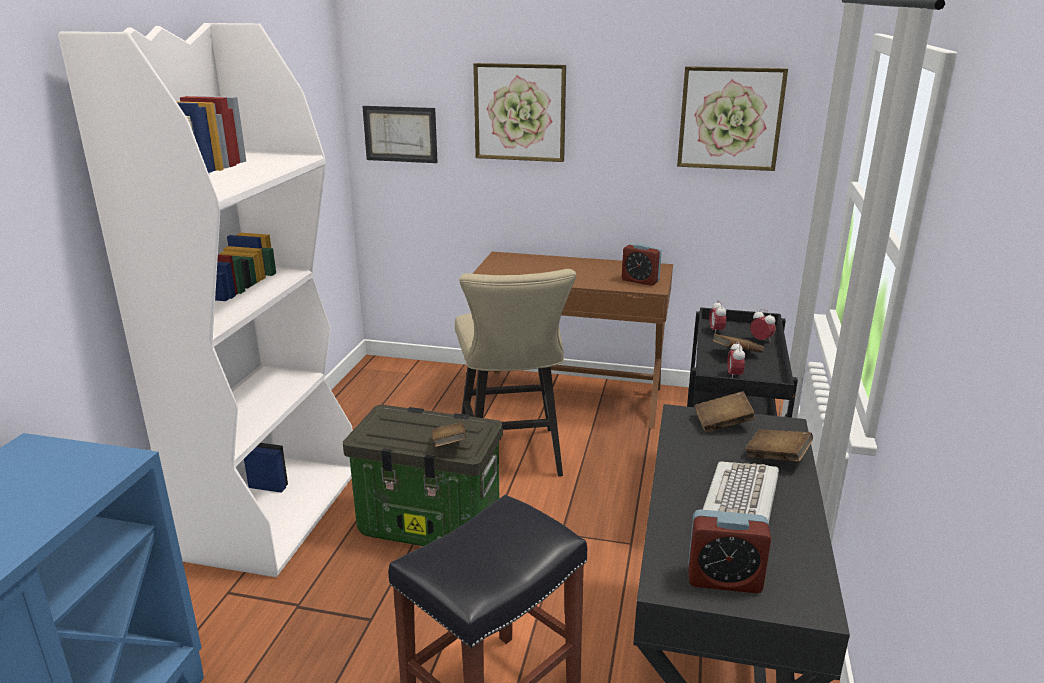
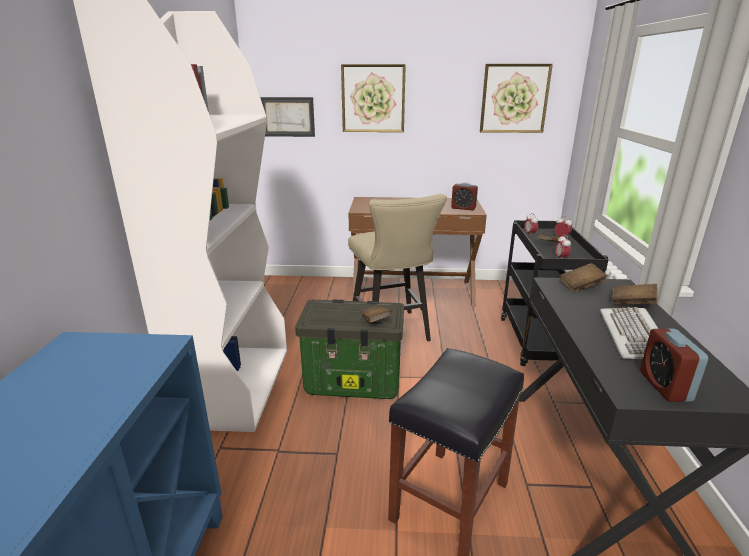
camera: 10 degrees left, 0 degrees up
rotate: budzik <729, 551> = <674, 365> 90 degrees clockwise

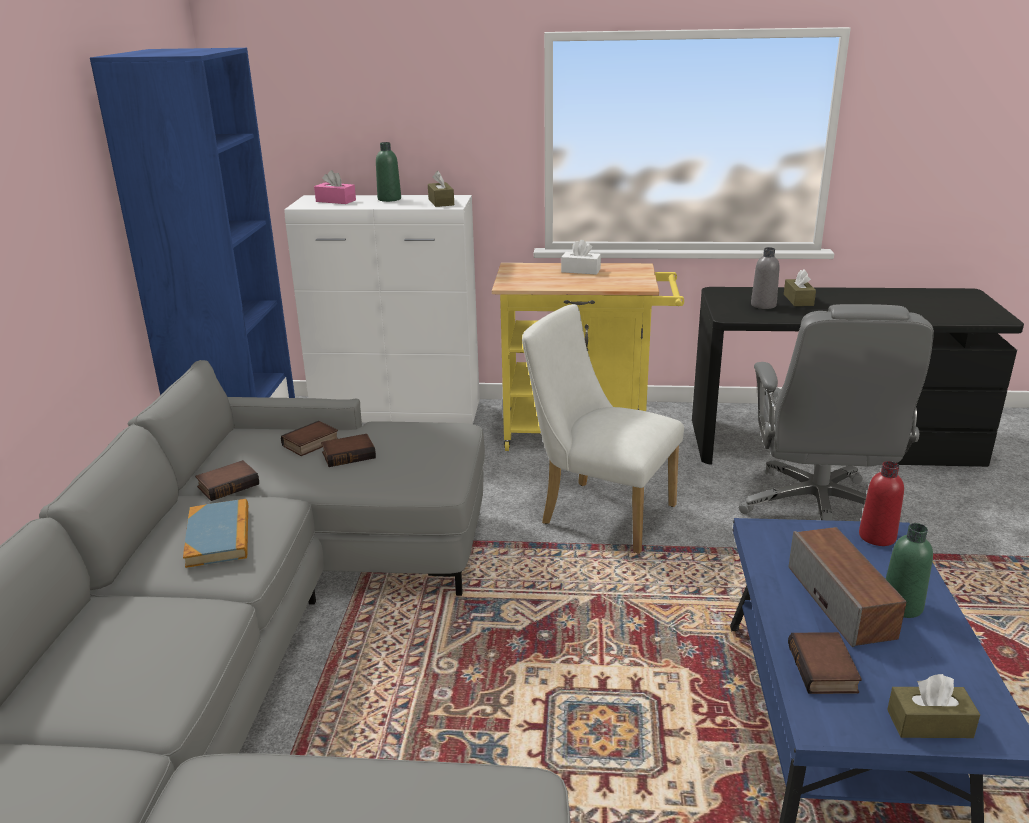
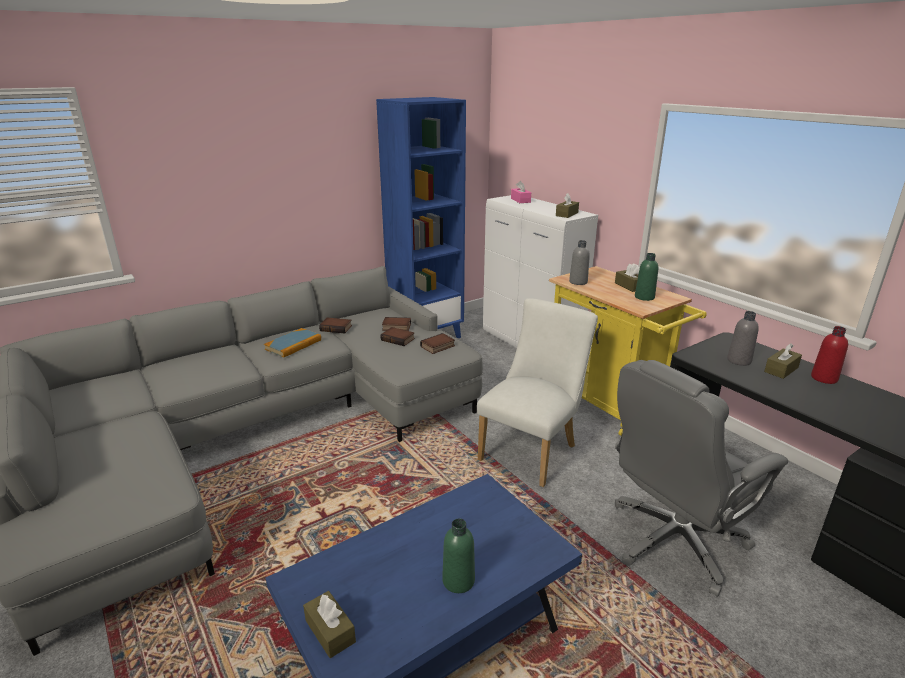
camera: 50 degrees right, 0 degrees up
delete: głośnik <847, 587>
insert: butelka/szary <579, 262>
move: butelka/zielony <388, 172> to <646, 277>; książka <825, 663> to <437, 343>; butelka/czerwony <881, 503> to <829, 355>
recolor: pudełko chusteczek/biały <581, 257> to pudełko chusteczek/brązowy <627, 277>
rotate: krzesło/biały <603, 429> = <537, 392> 45 degrees clockwise

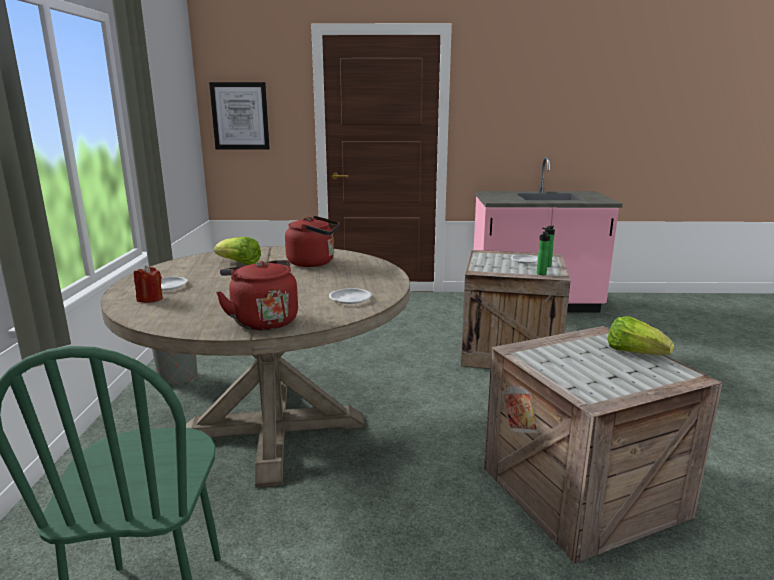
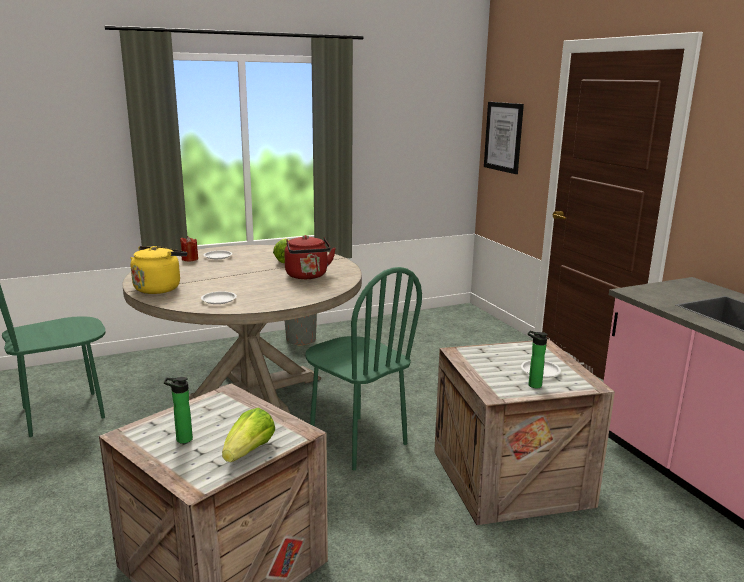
camera: 65 degrees right, 0 degrees up
insert: krzesło/zielony <363, 368>
move: butelka <543, 253> to <178, 410>
recolor: czajnik/czerwony <257, 295> to czajnik/żółty <159, 270>

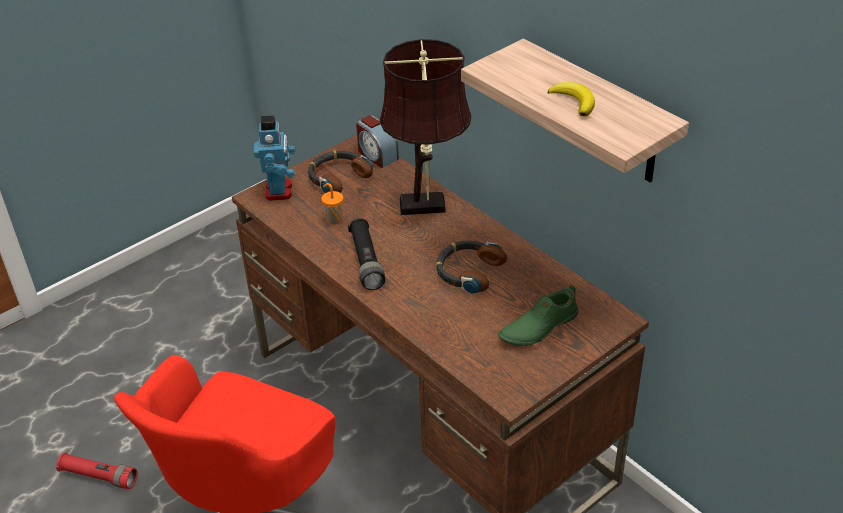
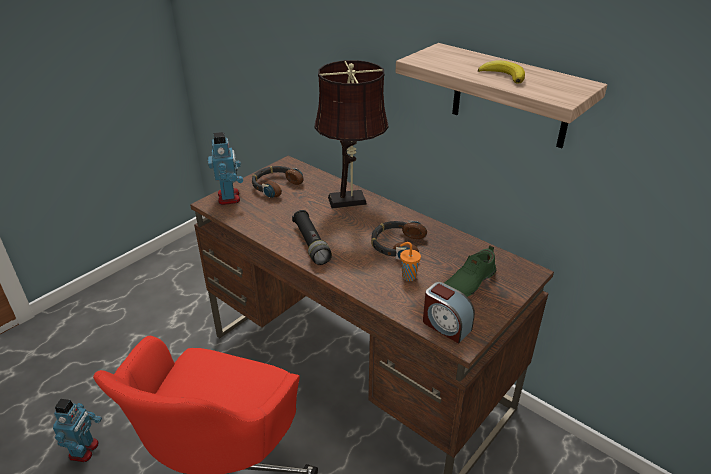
camera: 10 degrees left, 5 degrees down
move: filiżanka/pomarańczowy <332, 204> to <410, 261>; budzik <377, 141> to <449, 312>
replace: latarka/czerwony <96, 470> to robot zabawkowy <77, 430>

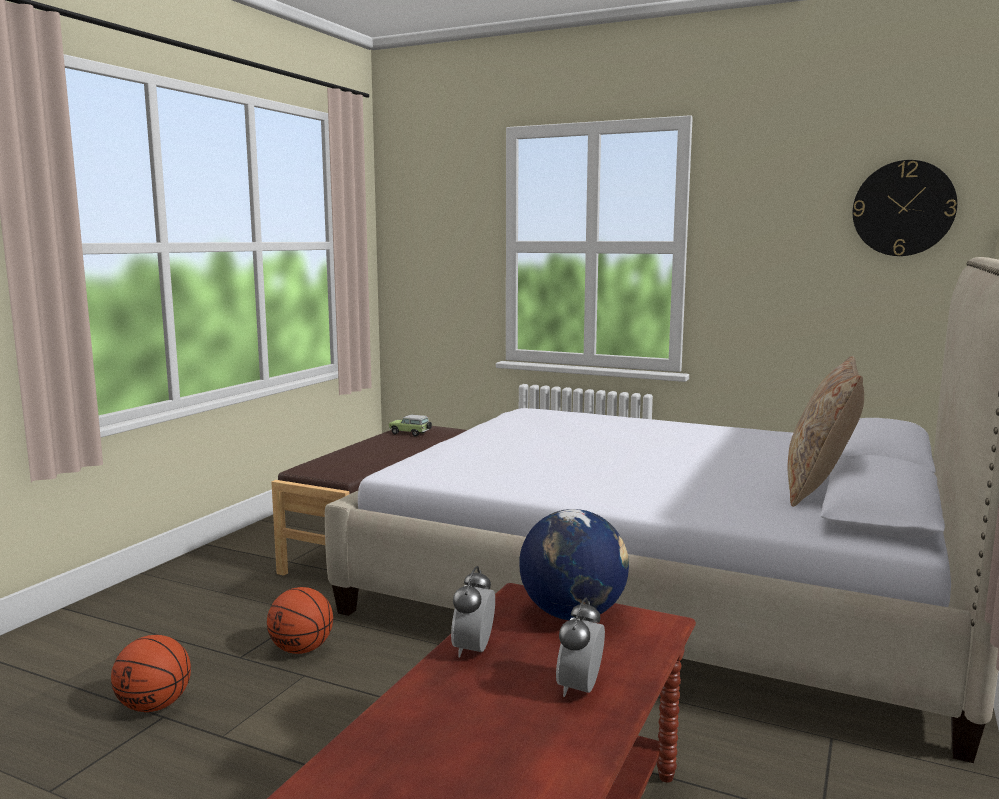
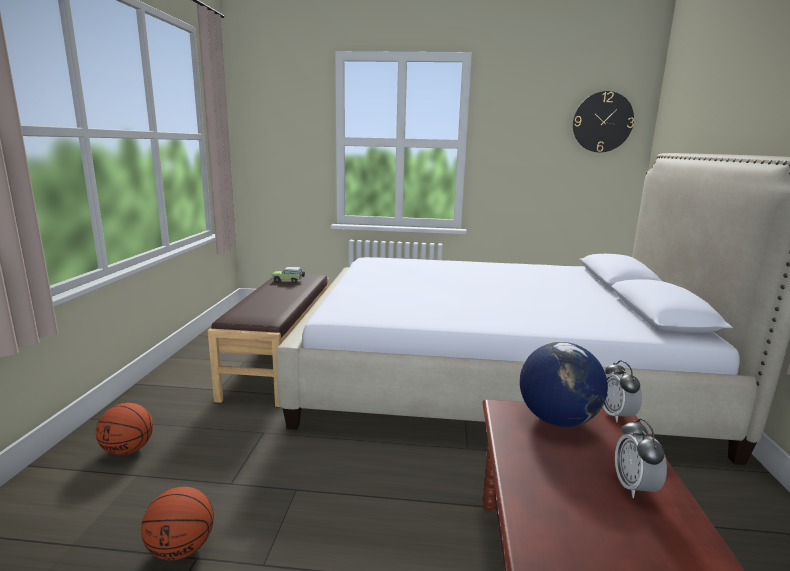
camera: 20 degrees left, 5 degrees up
delete: poduszka/beżowy <826, 431>
move: piłka do koszykówki <300, 620> to <124, 429>; budzik <473, 612> to <622, 391>

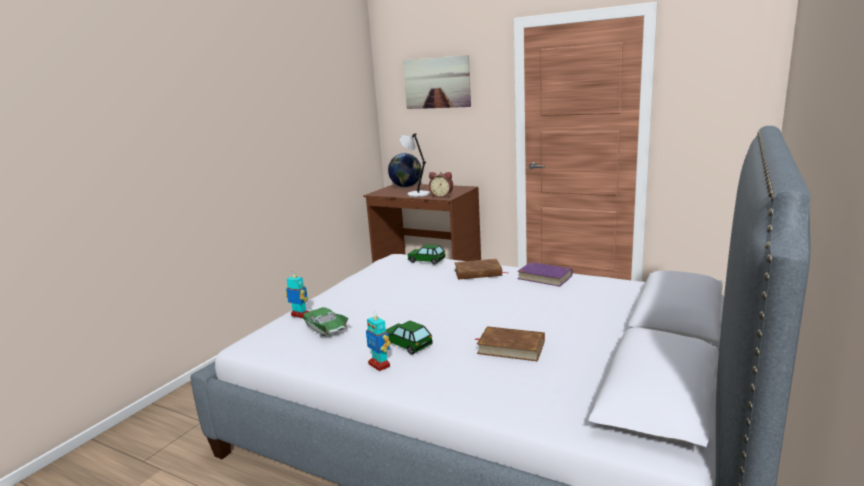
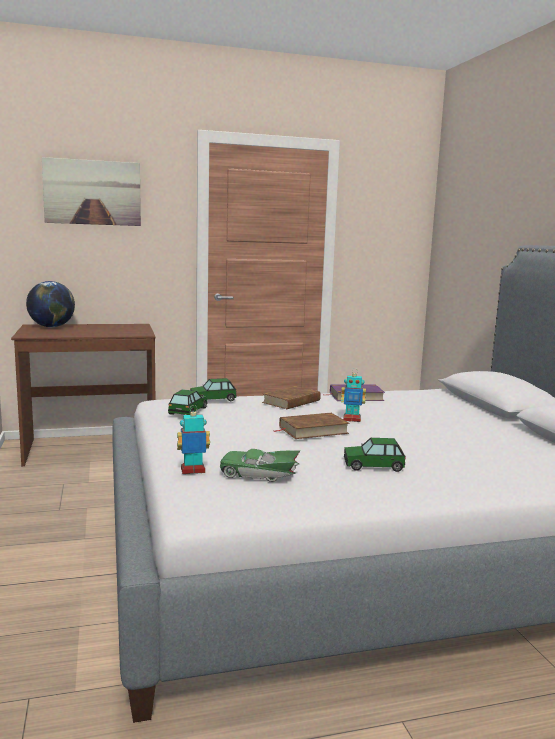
camera: 45 degrees left, 5 degrees down
delete: lampa stołowa/szary <415, 165>; budzik <441, 185>
insert: samochodzik <188, 402>
move: robot zabawkowy <378, 341> to <353, 395>; książka/brązowy <510, 343> to <311, 426>

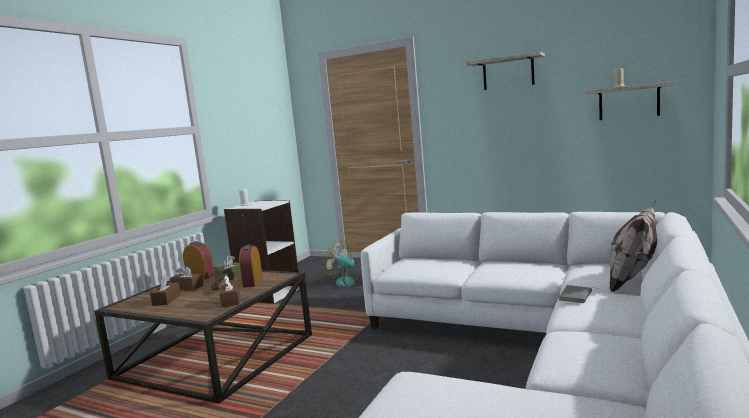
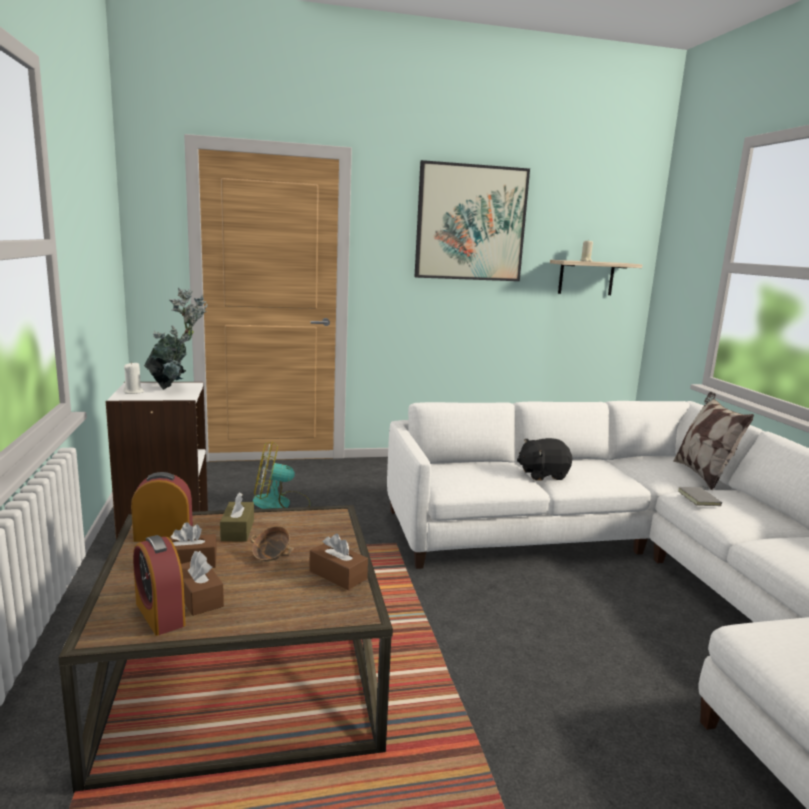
camera: 40 degrees left, 5 degrees up
insert: roślina doniczkowa <176, 339>; pluszak/czarny <544, 459>
move: budzik <251, 266> to <159, 585>
replace: półka <505, 70> to obraz <472, 220>

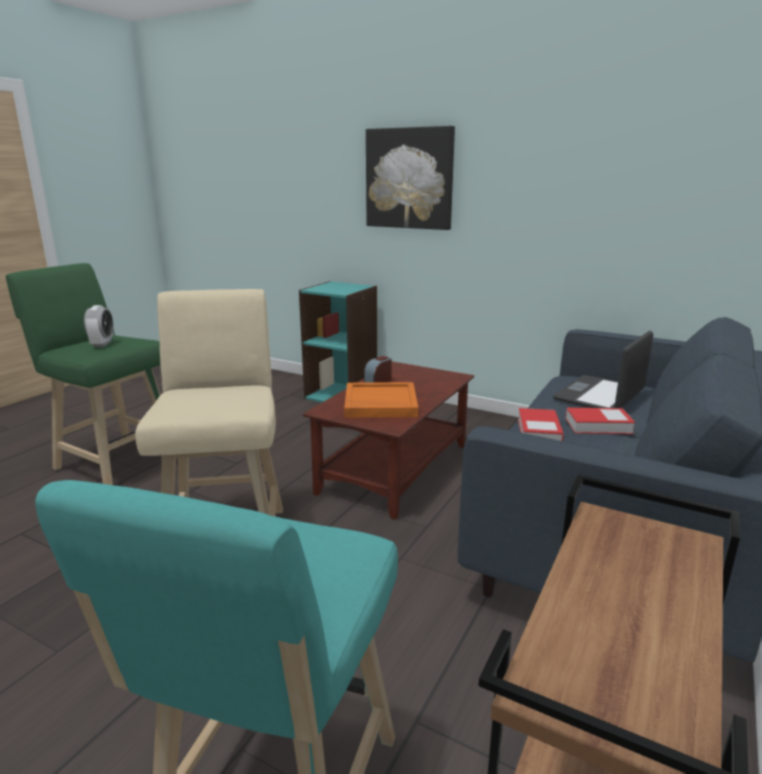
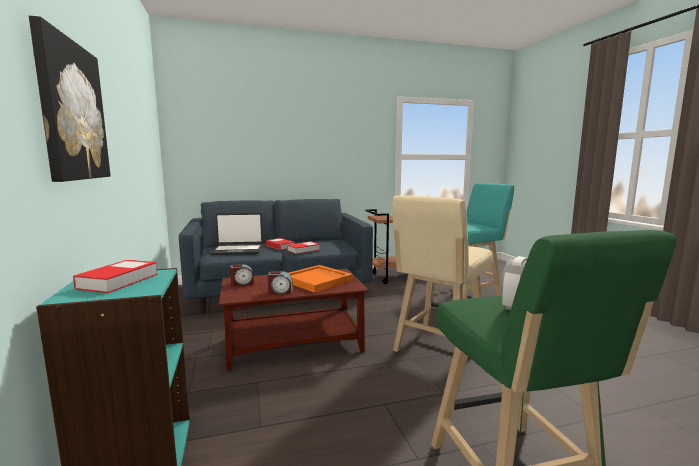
camera: 135 degrees left, 10 degrees down
insert: książka <115, 276>; budzik <242, 275>

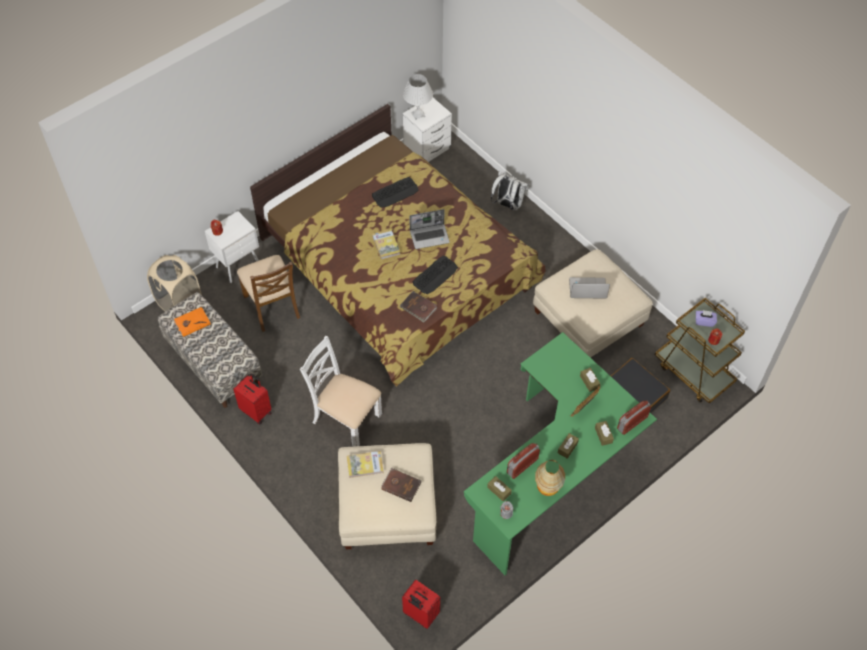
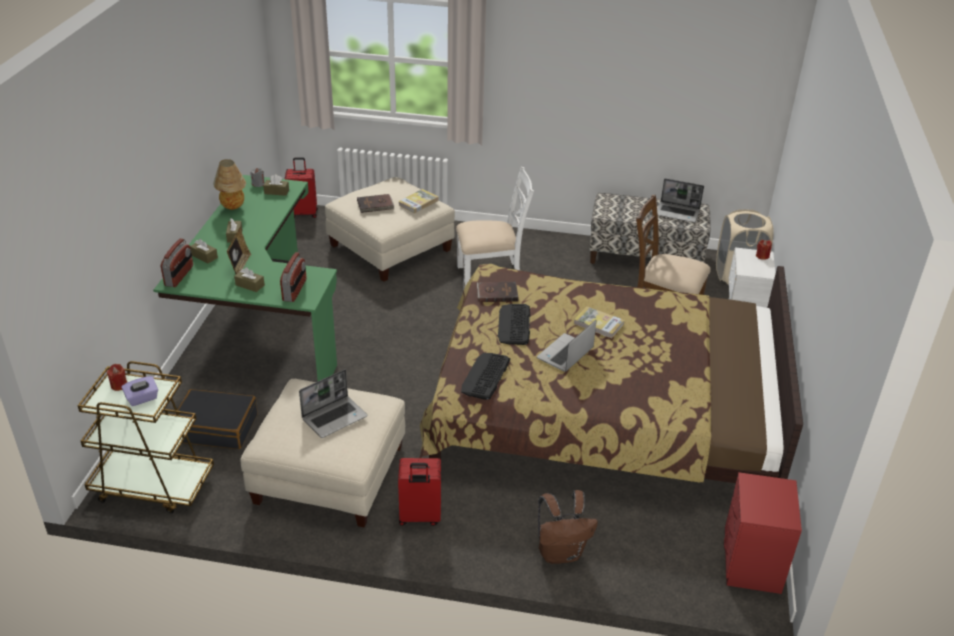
camera: 140 degrees right, 20 degrees down
delete: lampa stołowa/biały <418, 97>
move: walizka/czerwony <252, 399> to <419, 492>; klawiatura <395, 192> to <485, 376>; radio <523, 461> to <293, 277>
replace: książka/pomarańczowy <192, 322> to laptop <680, 200>
recolor: szafka nocna/biały <427, 130> to szafka nocna/czerwony <763, 533>; plecak/biały <509, 190> to plecak/brązowy <568, 527>

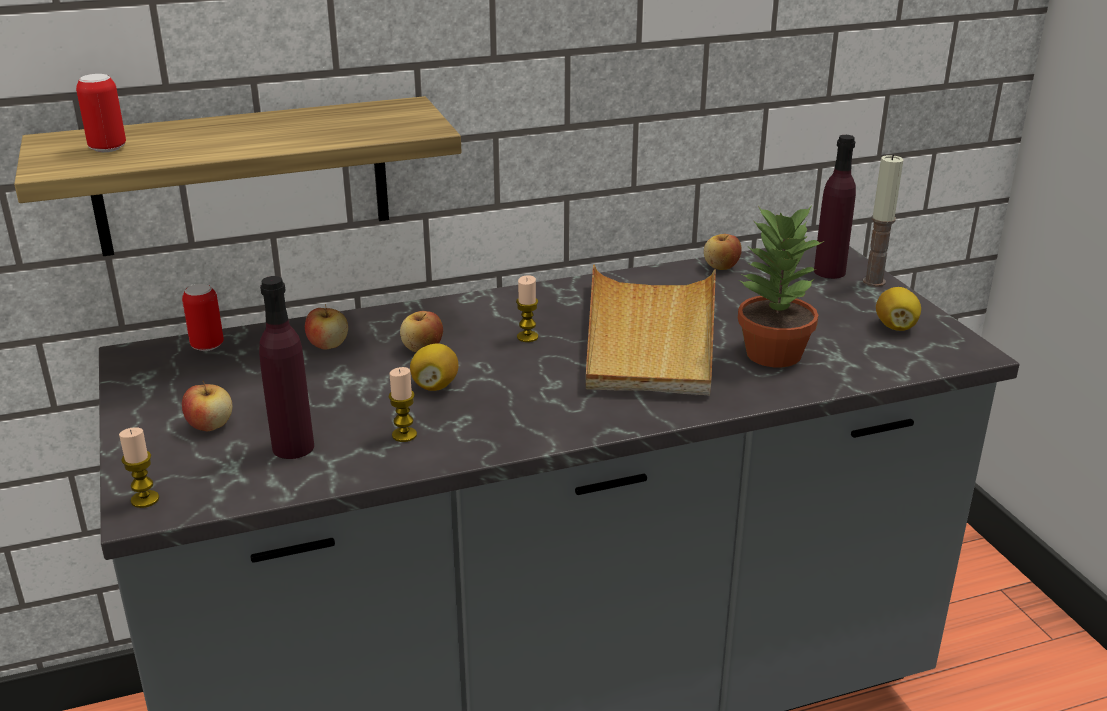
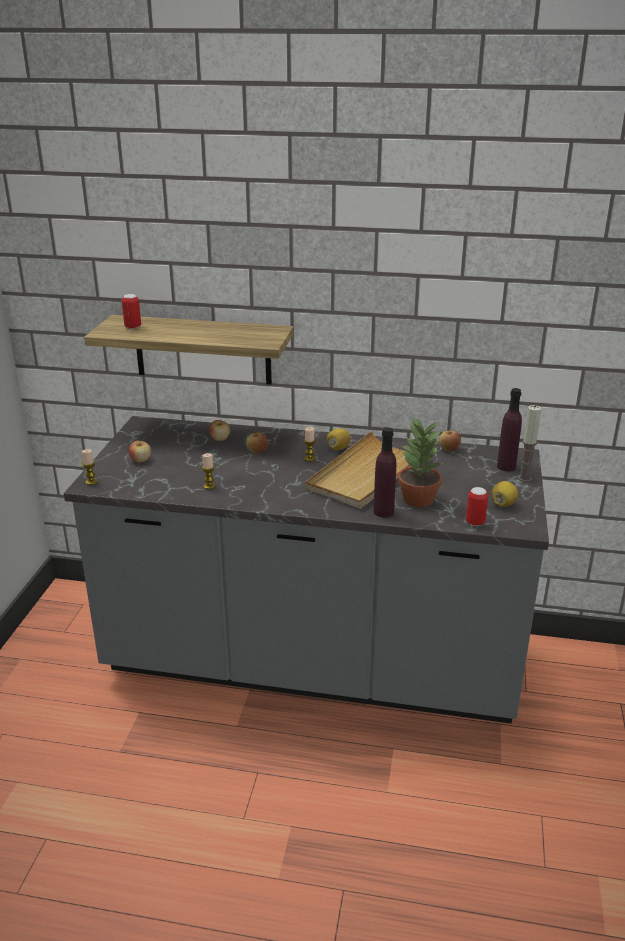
camera: 30 degrees right, 0 degrees up
move: puszka <203, 317> to <477, 506>; butelka/fioletowy <286, 367> to <385, 472>; cytryna <434, 367> to <339, 439>

